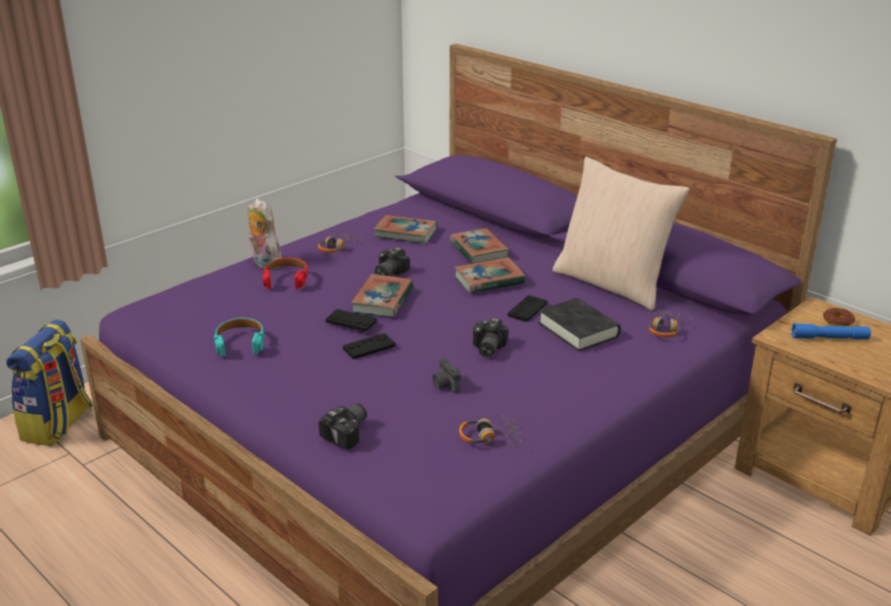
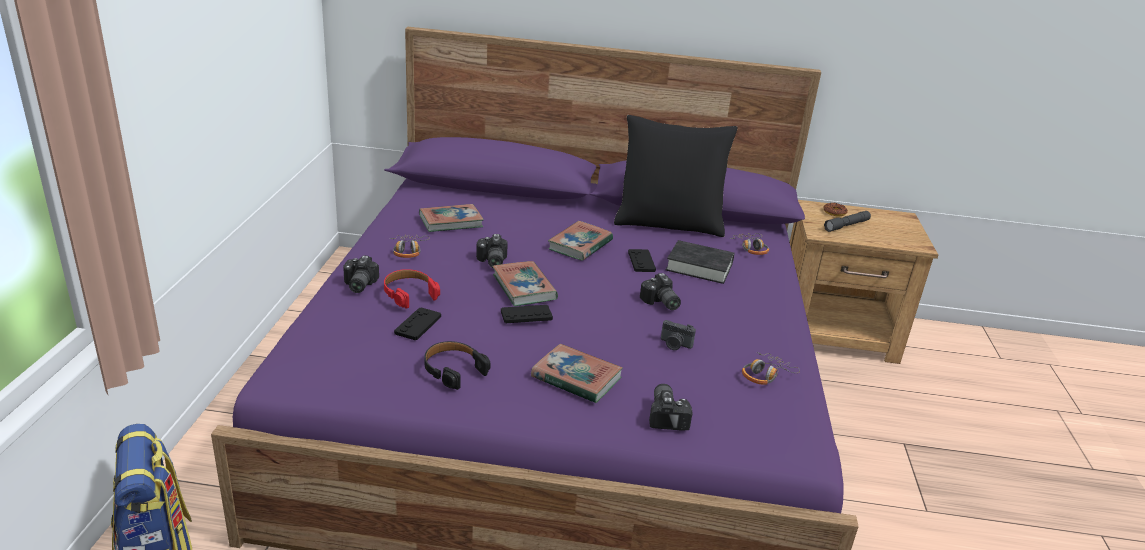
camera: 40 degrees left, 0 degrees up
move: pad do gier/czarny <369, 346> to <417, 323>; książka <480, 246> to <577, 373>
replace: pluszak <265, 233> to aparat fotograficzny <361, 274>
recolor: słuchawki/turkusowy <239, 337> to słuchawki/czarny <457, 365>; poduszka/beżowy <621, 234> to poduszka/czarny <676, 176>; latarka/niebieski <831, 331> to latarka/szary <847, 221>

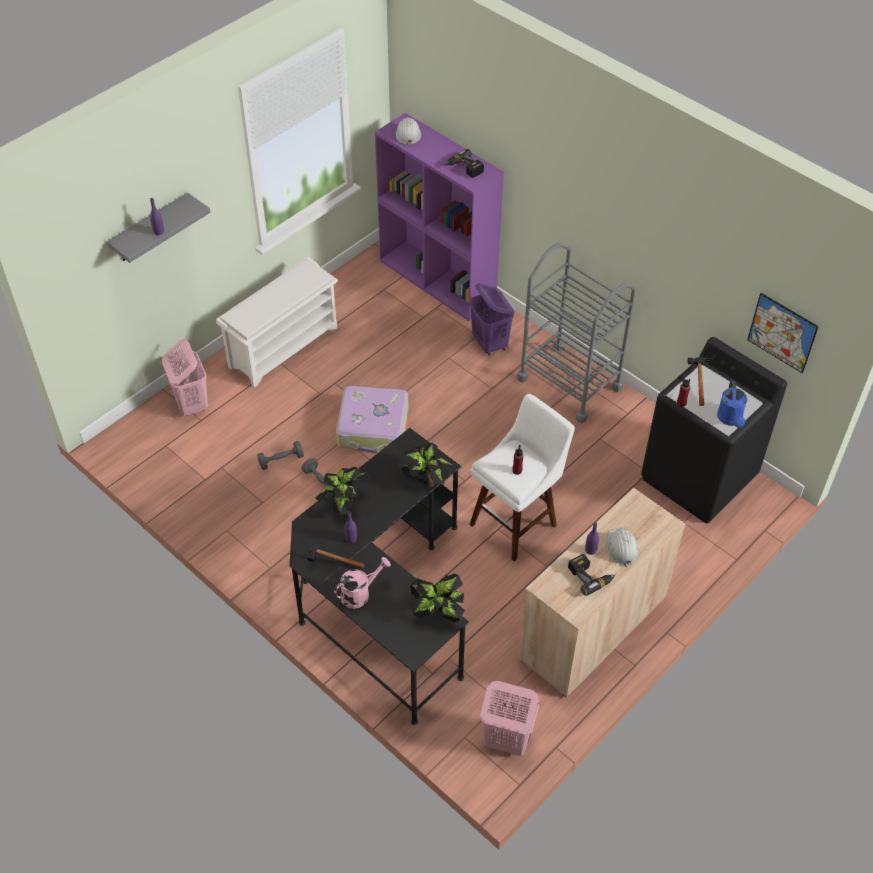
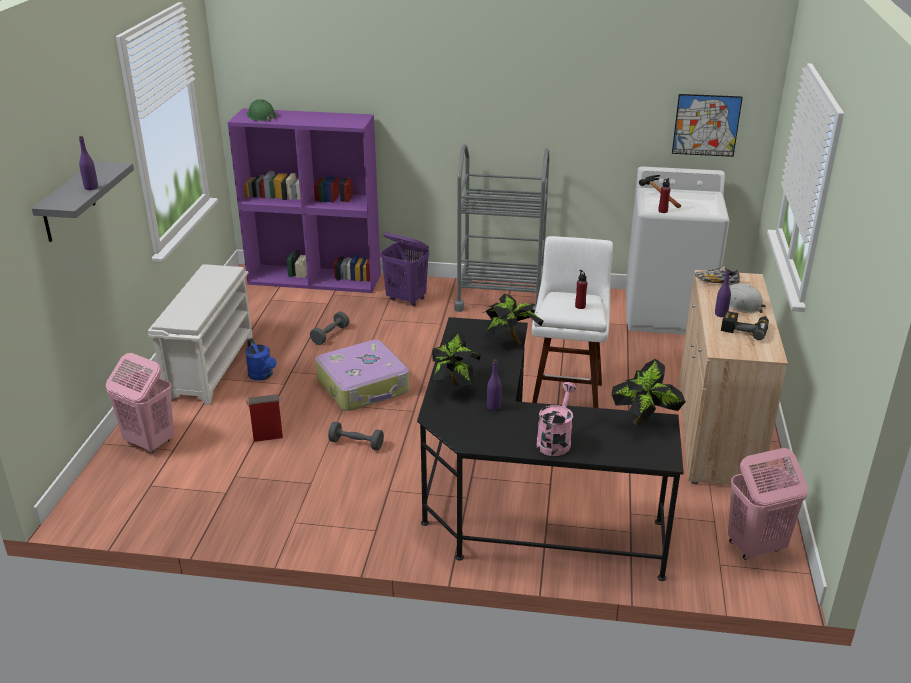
camera: 35 degrees left, 20 degrees down
delete: młotek <336, 552>; wiertarka <464, 163>
insert: karton <264, 418>; but <717, 275>
move: hantel/szary <280, 455> to <329, 328>; konewka/niebieski <732, 404> to <261, 360>
recolor: kask/biały <408, 131> to kask/zielony <261, 110>; pralka/czarny <714, 430> to pralka/biały <677, 250>

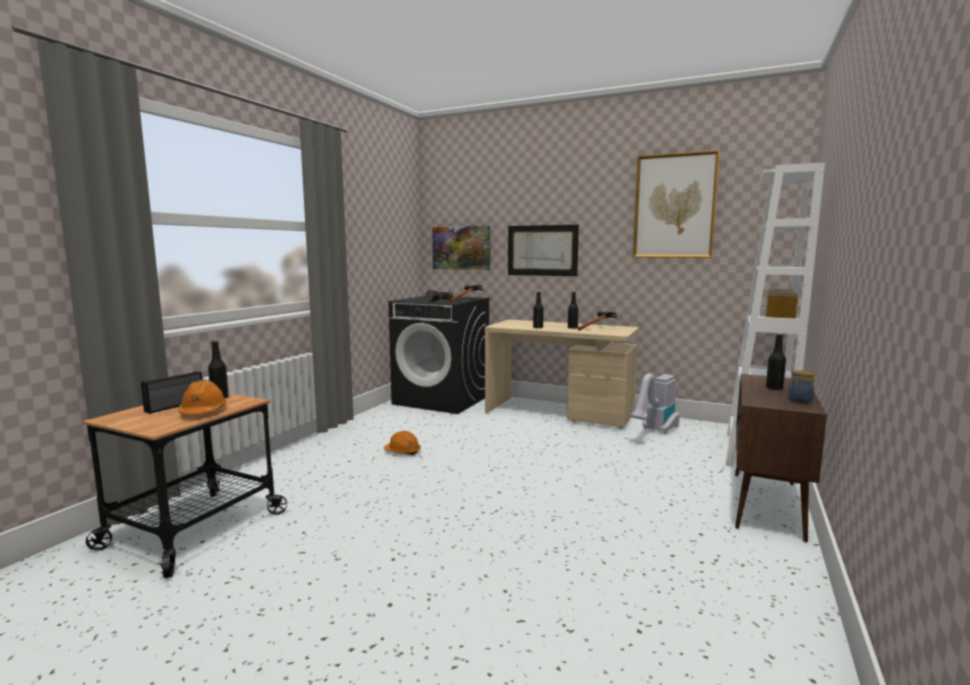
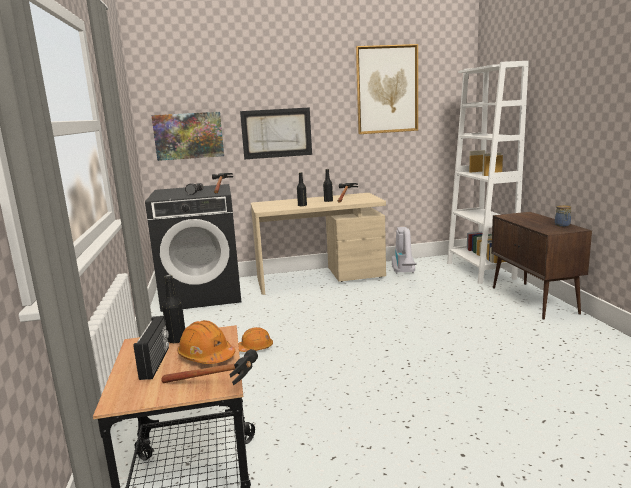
camera: 35 degrees left, 5 degrees up
delete: butelka/czarny <776, 362>
insert: młotek <210, 367>

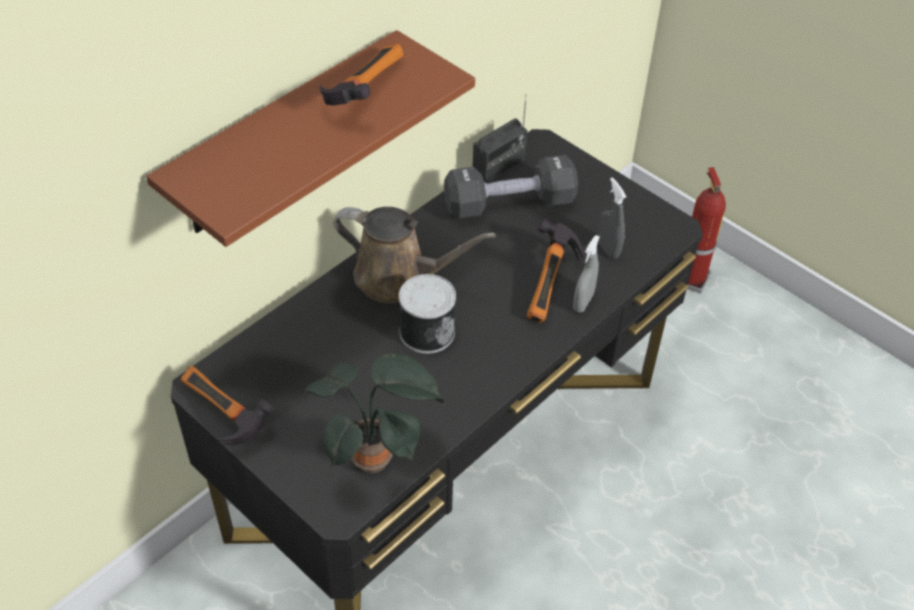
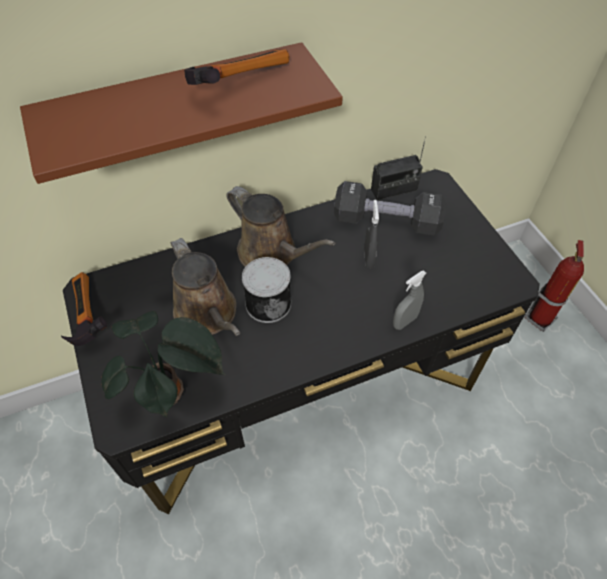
camera: 25 degrees right, 5 degrees up
delete: młotek <555, 270>
insert: konewka/brązowy <205, 287>
move: spryskiwacz/szary <612, 218> to <371, 234>

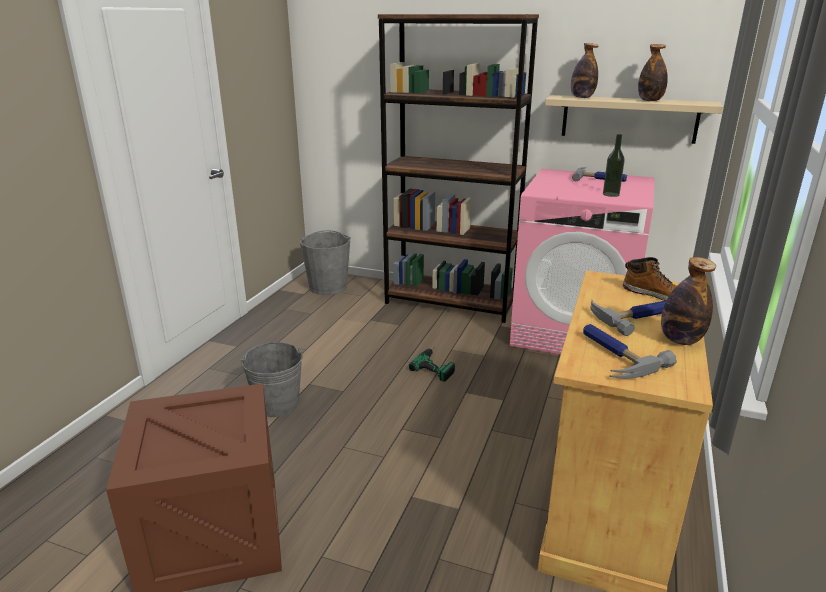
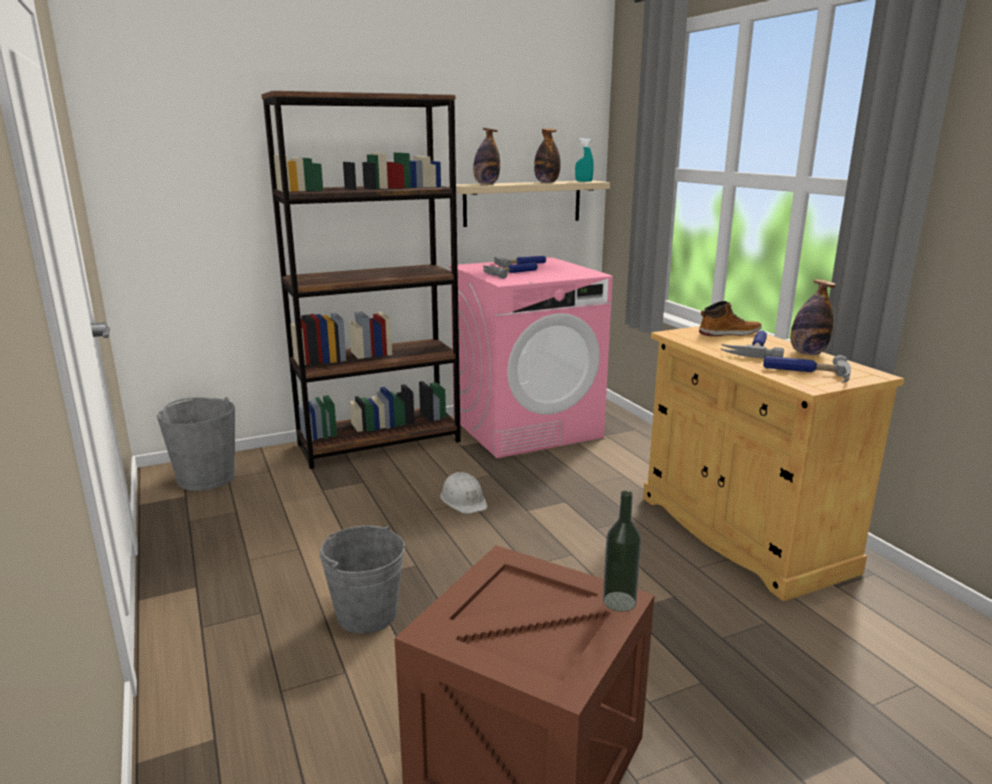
camera: 45 degrees left, 5 degrees down
insert: młotek <510, 271>; spryskiwacz/turkusowy <584, 160>
move: butelka <614, 165> to <622, 551>
replace: wiertarka <432, 364> to kask/biały <463, 493>

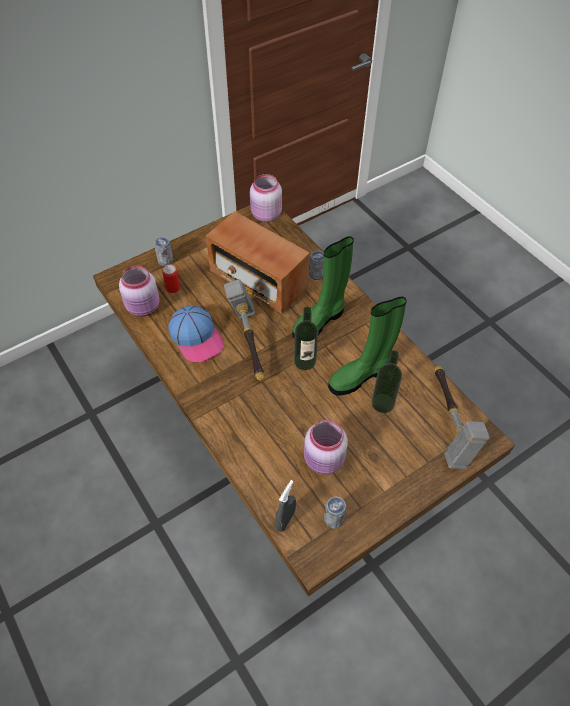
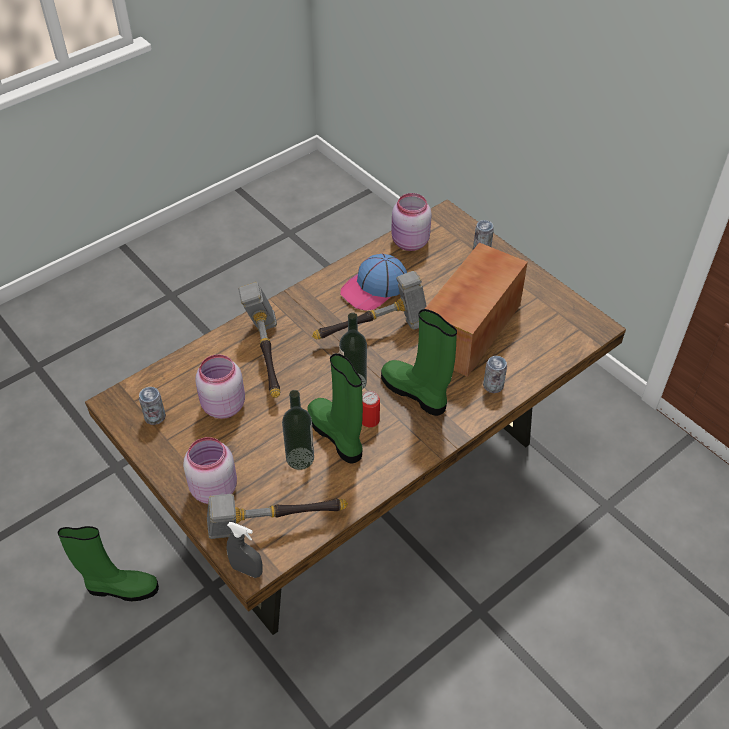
camera: 85 degrees right, 5 degrees down
insert: but z cholewką/zielony <108, 563>; młotek <259, 340>
move: puszka <171, 278> to <371, 409>; słoik/różowy <266, 198> to <210, 470>; spryskiwacz/szary <285, 506> to <244, 550>

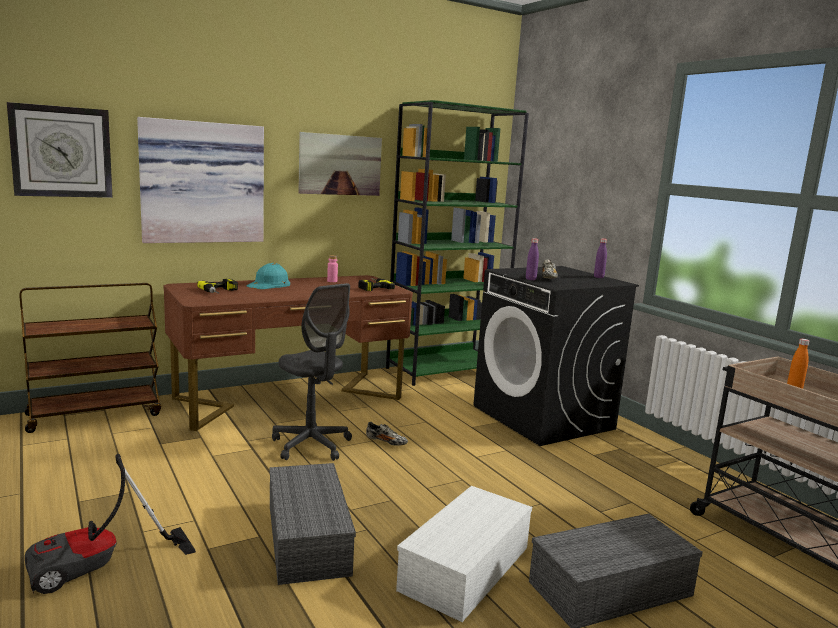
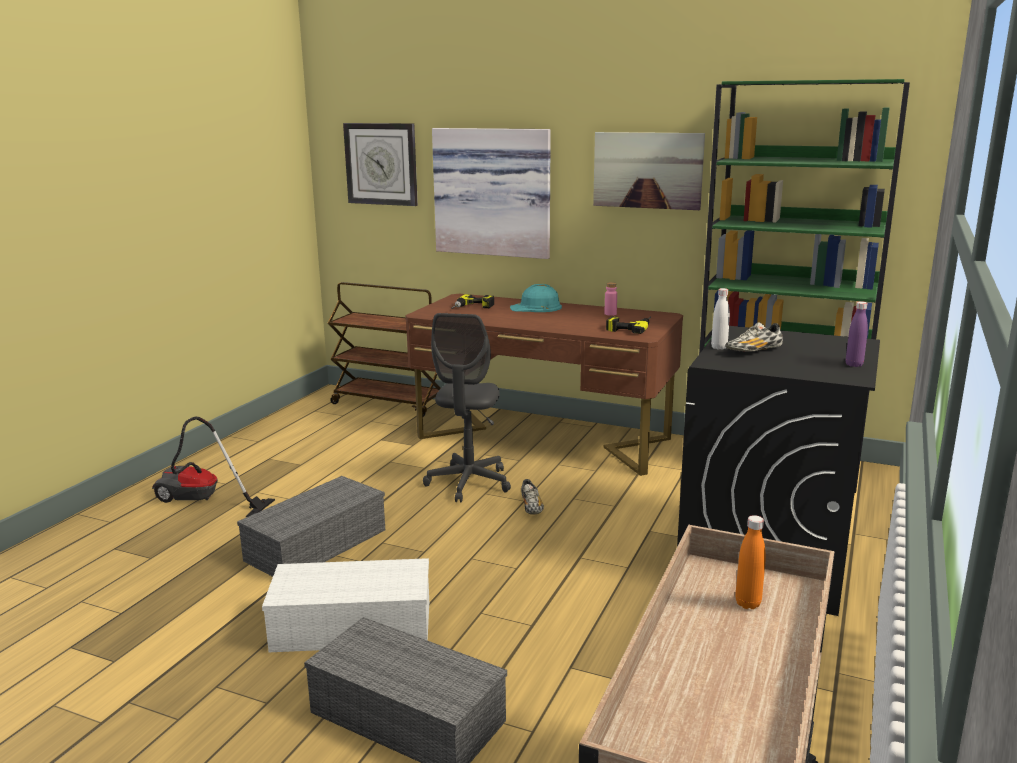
camera: 55 degrees right, 5 degrees up
recolor: butelka/fioletowy <532, 259> to butelka/biały <720, 319>

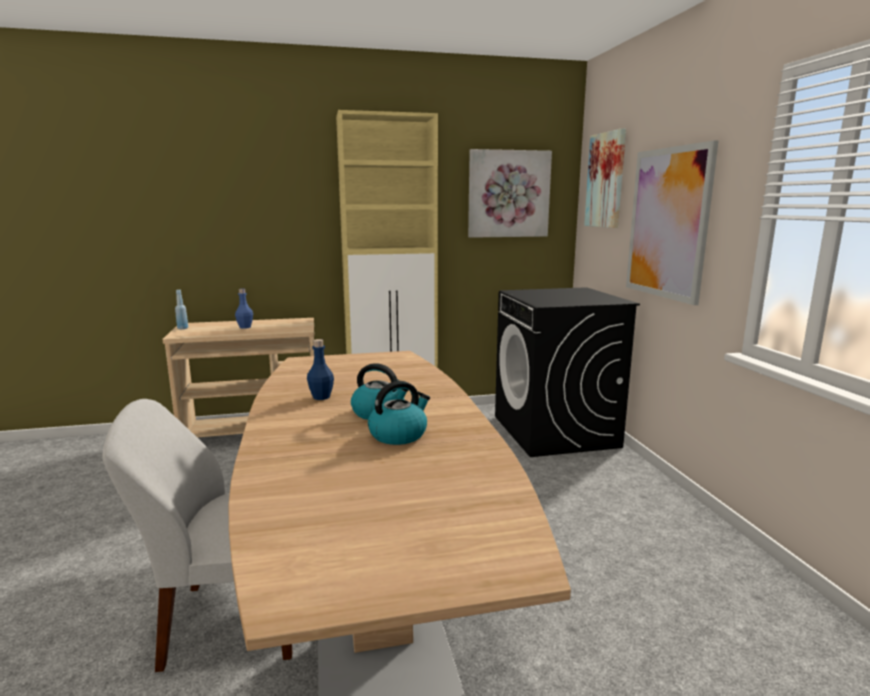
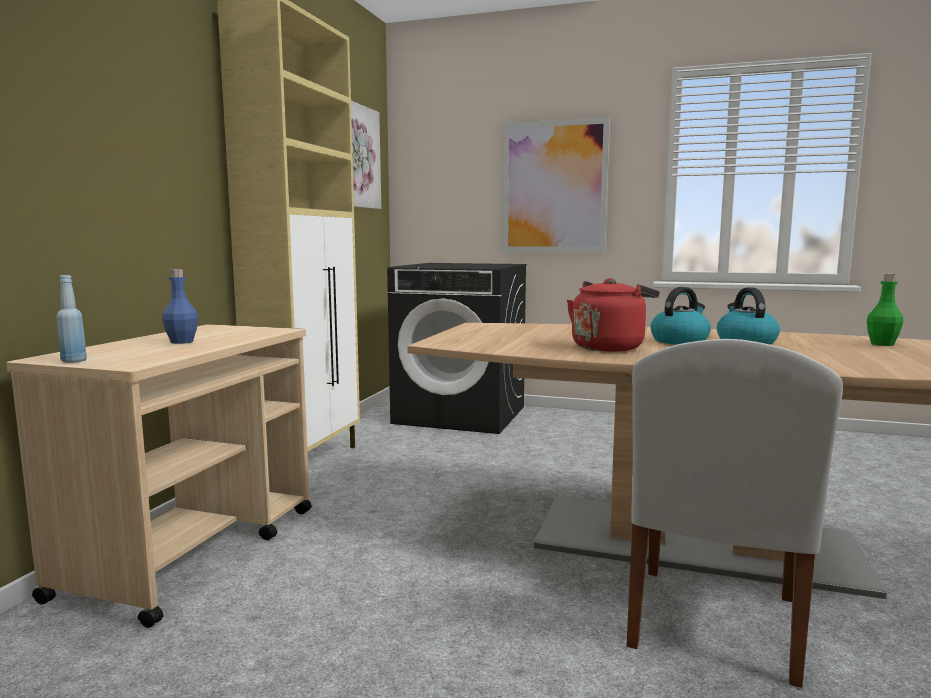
camera: 60 degrees left, 5 degrees down
delete: obraz <605, 178>
insert: butelka/zielony <885, 310>
replace: butelka/niebieski <320, 369> to czajnik/czerwony <613, 315>

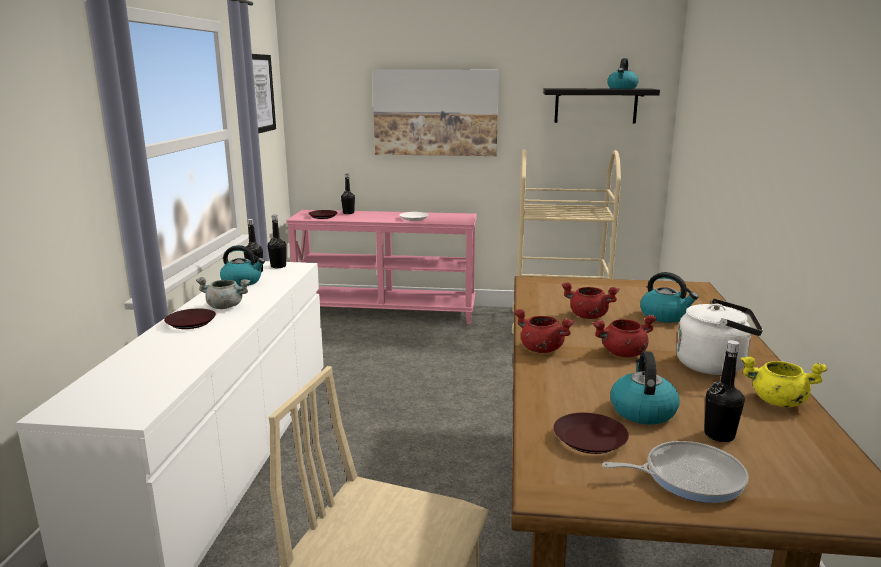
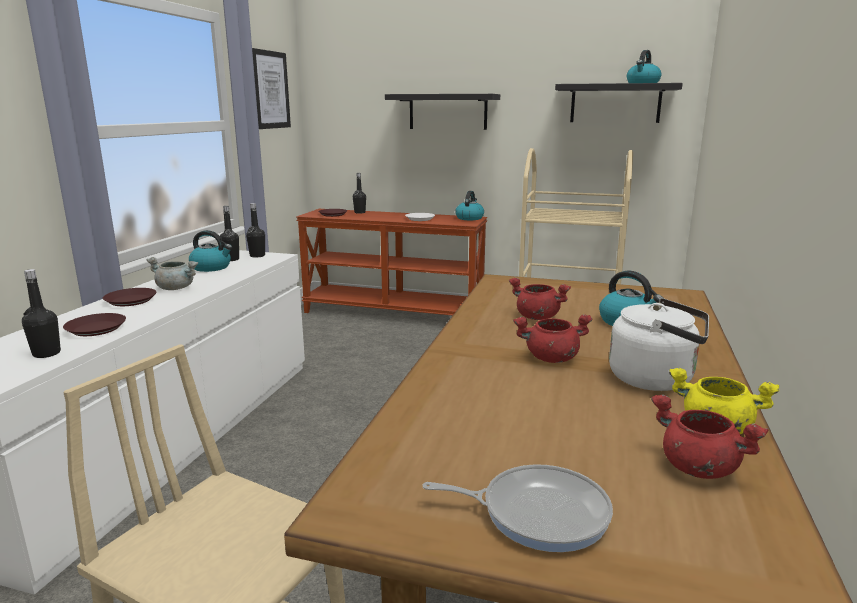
camera: 10 degrees right, 0 degrees up
move: garnek/czerwony <544, 331> to <709, 437>; talerz/brązowy <591, 433> to <94, 324>; czajnik <645, 387> to <469, 205>; butelka/czarny <724, 391> to <41, 313>
replace: obraz <435, 112> to półka/czarny <442, 112>
recolor: stolik konsolowy/różowy <381, 267> to stolik konsolowy/brązowy <391, 262>

